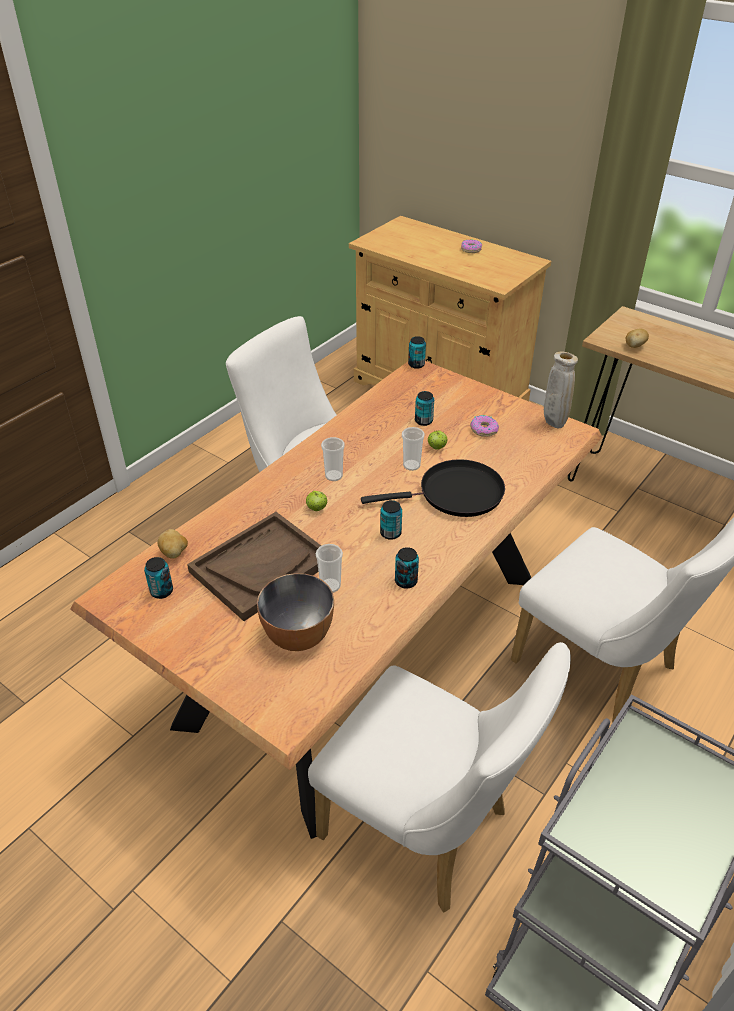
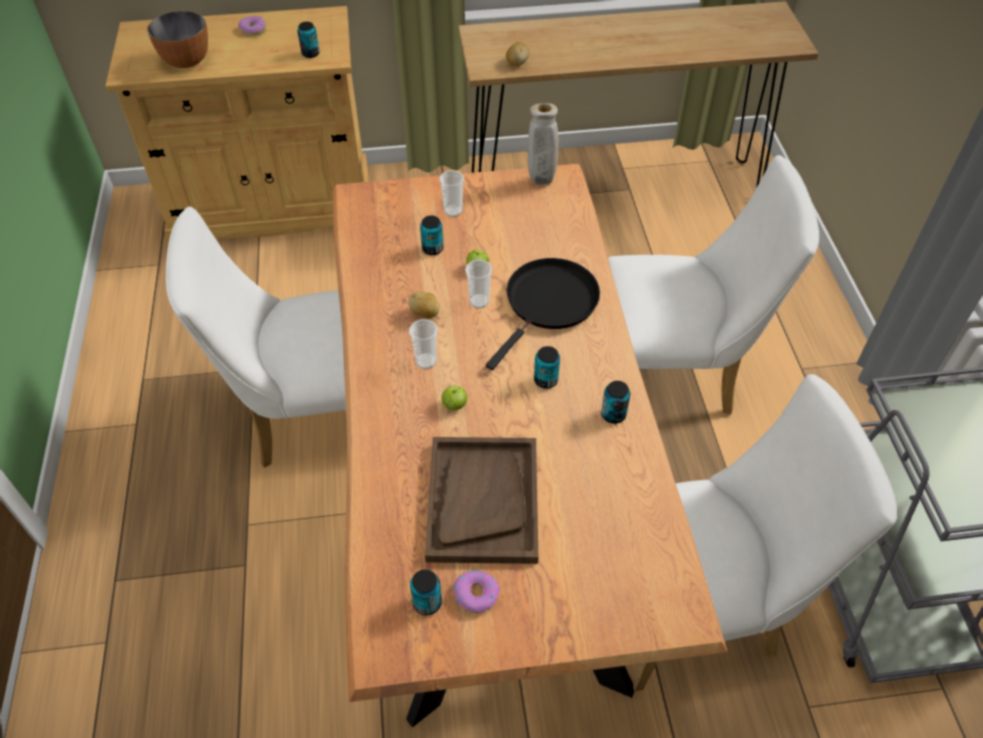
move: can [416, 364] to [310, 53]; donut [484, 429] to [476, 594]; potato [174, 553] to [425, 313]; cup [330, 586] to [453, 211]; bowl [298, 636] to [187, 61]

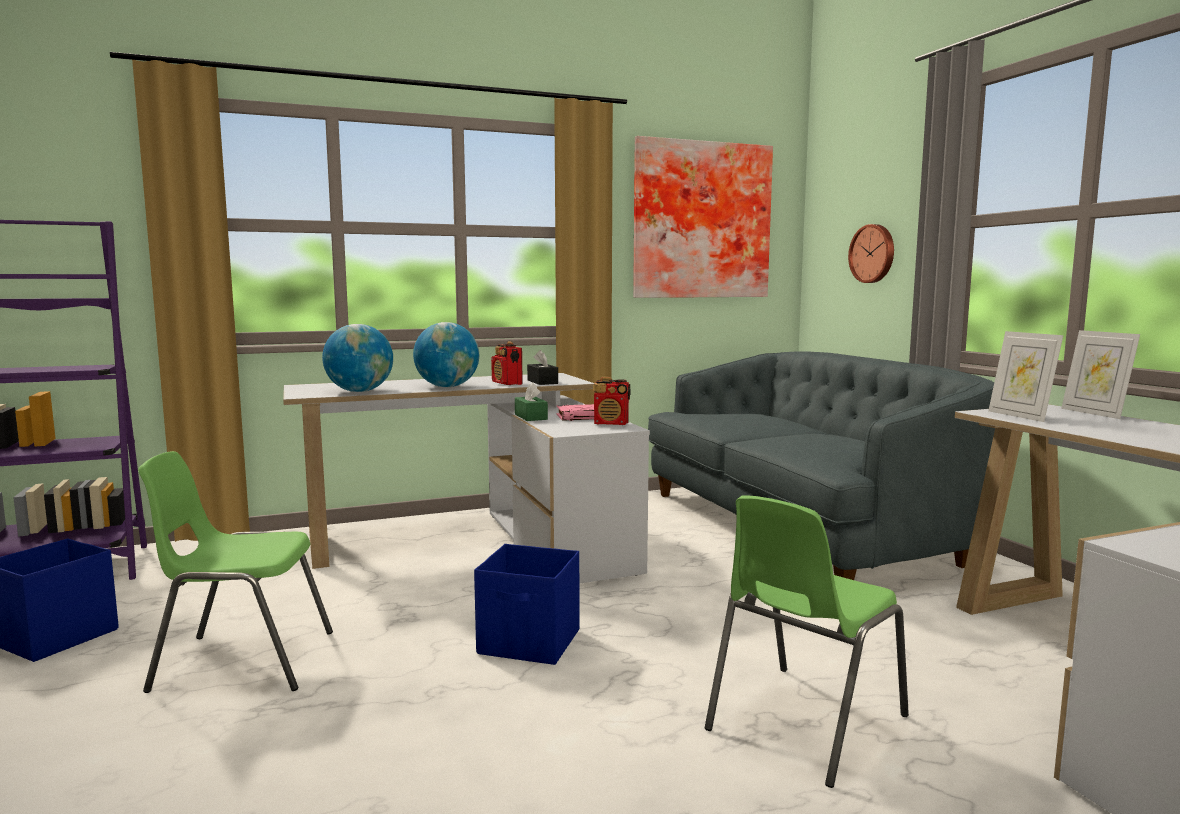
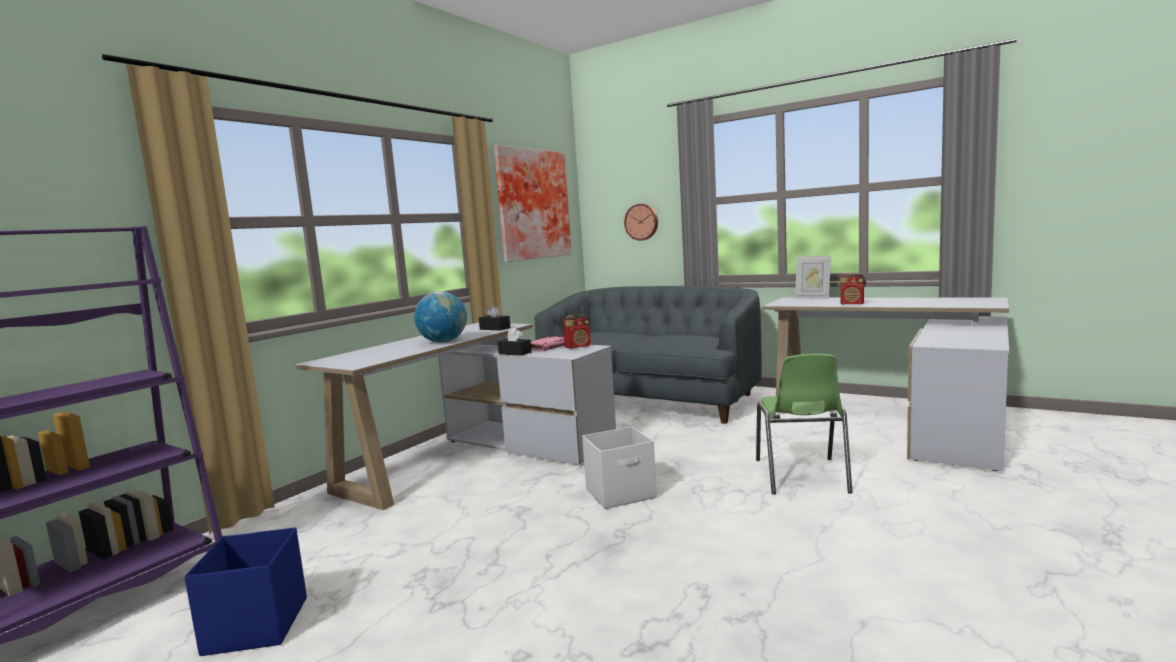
delete: globe [359, 391]; picture frame [1020, 416]; chair in green [242, 661]
move: radio [507, 383] to [852, 303]
recolor: tissue box in green [531, 417] to tissue box in black [515, 353]; storage box in blue [530, 642] to storage box in white [621, 493]

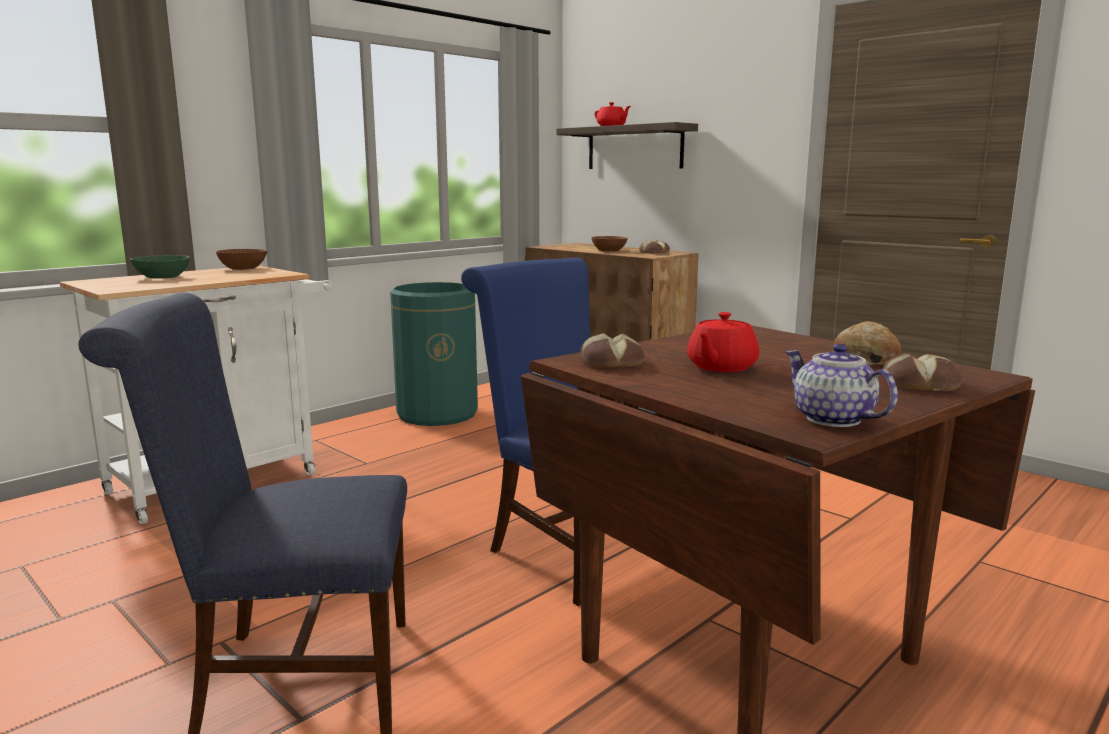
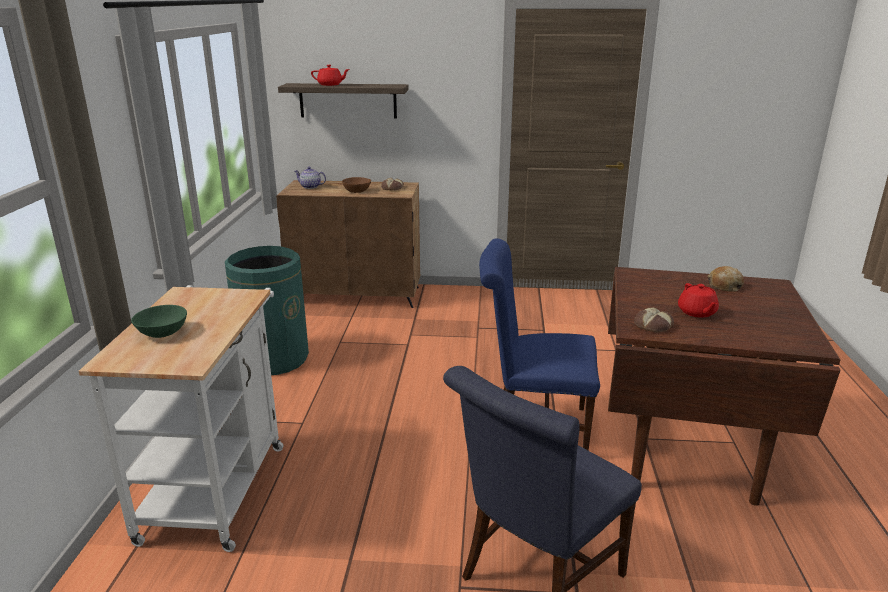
delete: bowl in brown [242, 269]; bread [919, 383]
move: teapot [833, 419] to [310, 187]

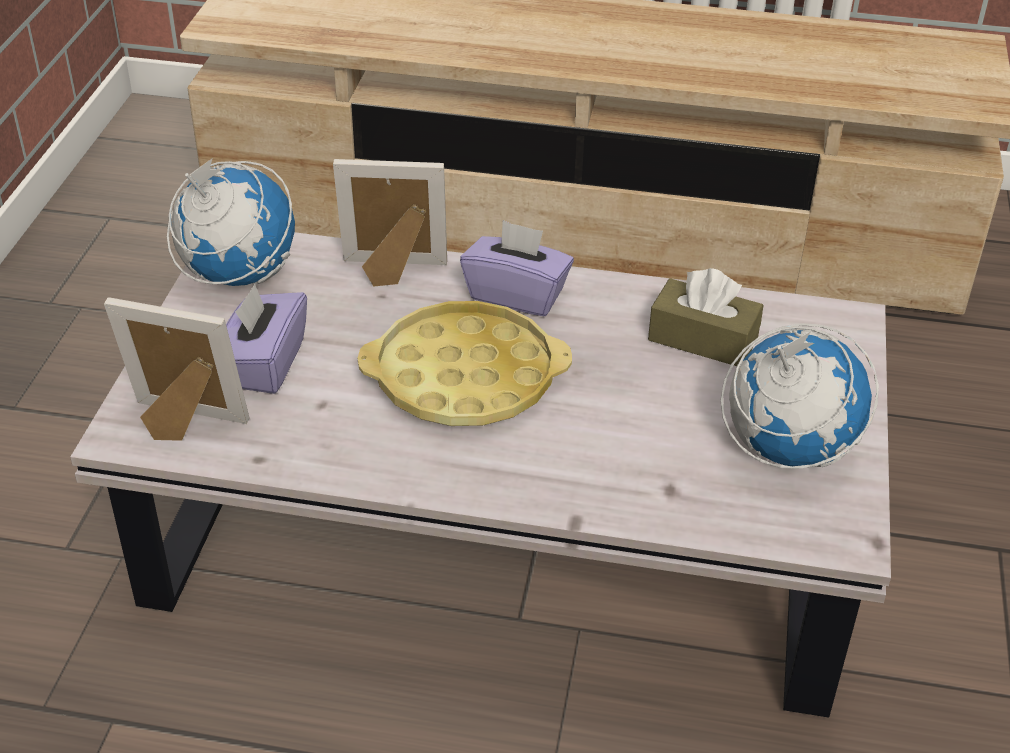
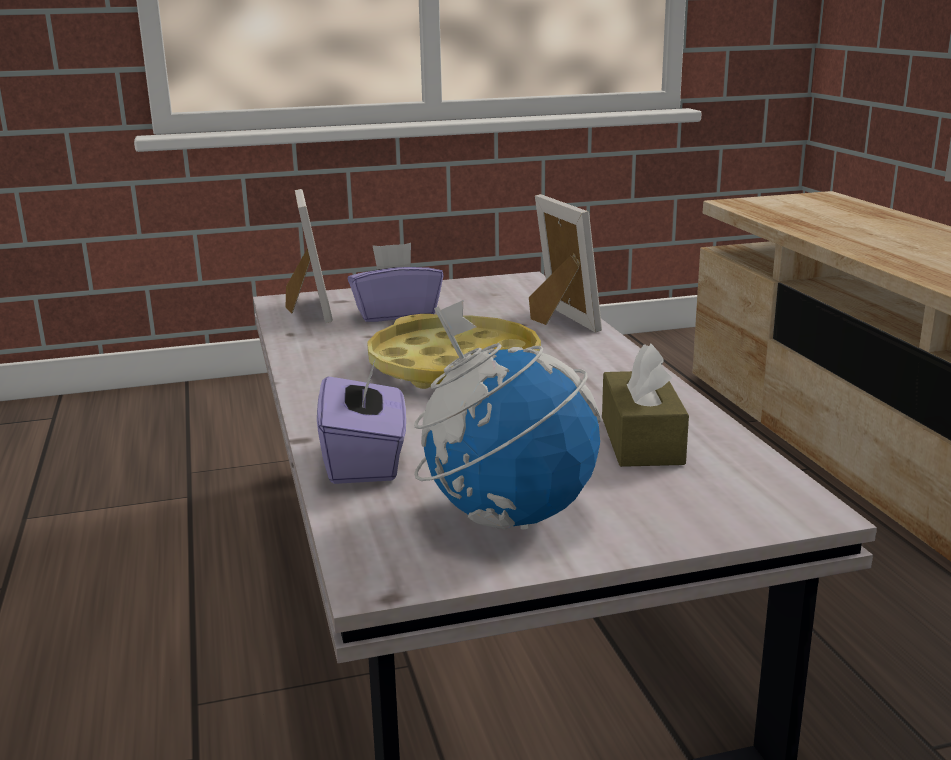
delete: globe [237, 275]
move: tissue box in purple [517, 295] to [365, 461]

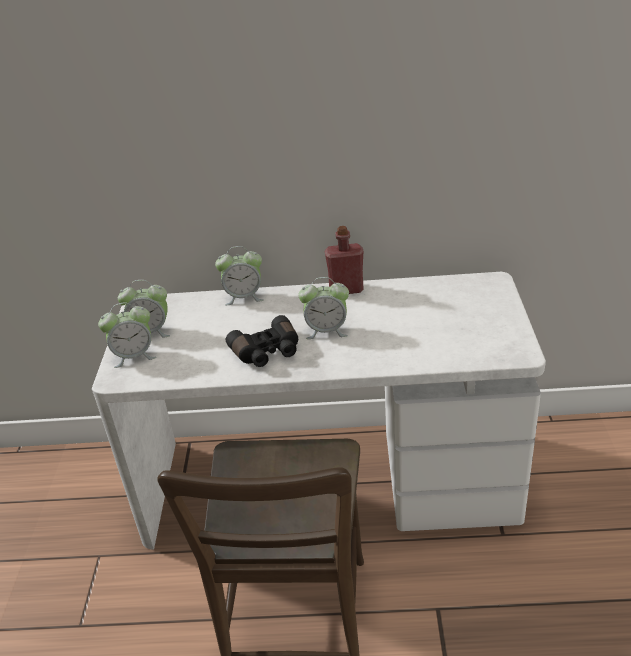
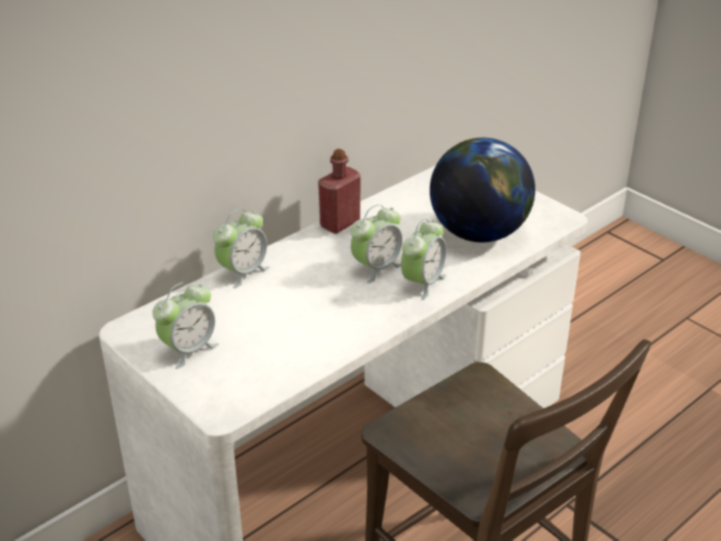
delete: binoculars in black [267, 352]
insert: globe [478, 233]
move: alarm clock [134, 356] to [422, 283]

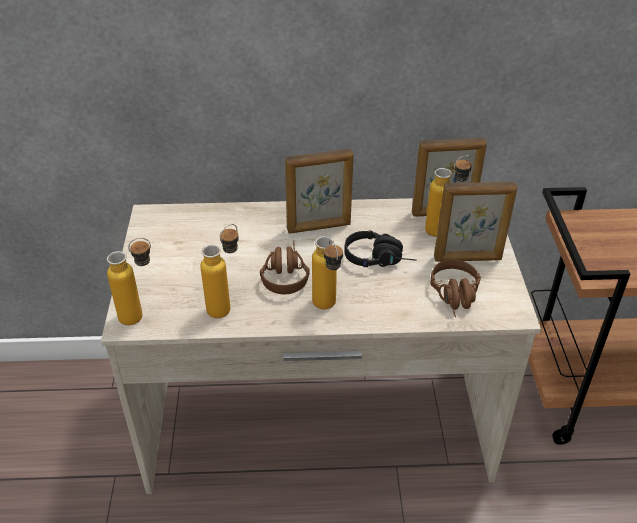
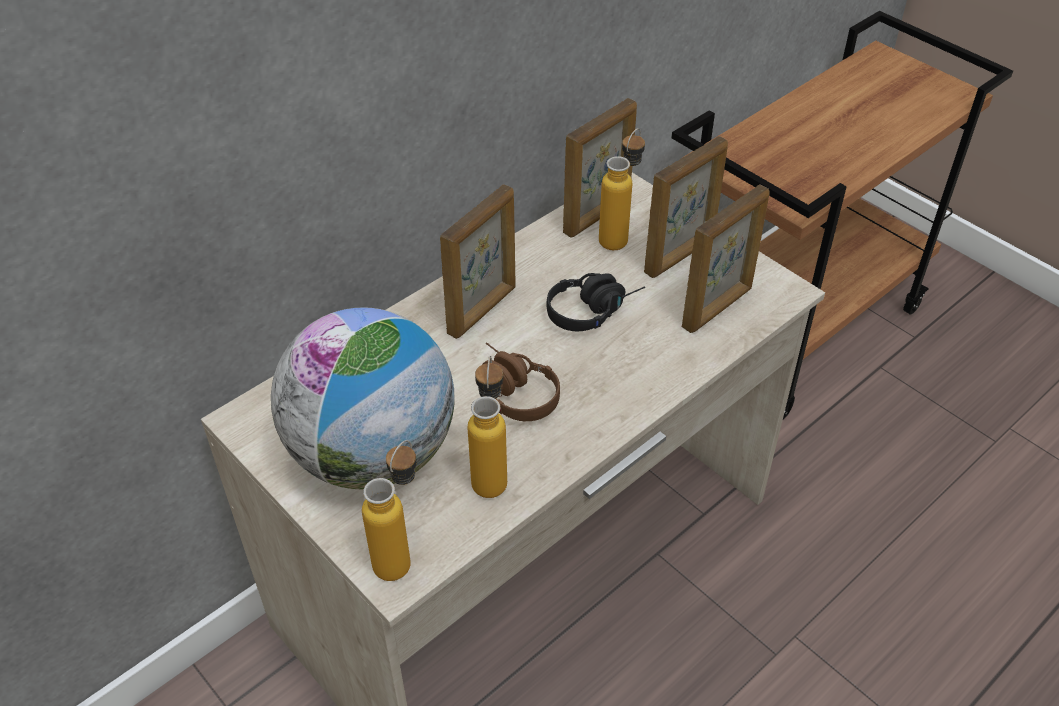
delete: bottle [327, 309]
insert: globe [373, 454]
replace: headphones in brown [456, 298] to picture frame [718, 308]

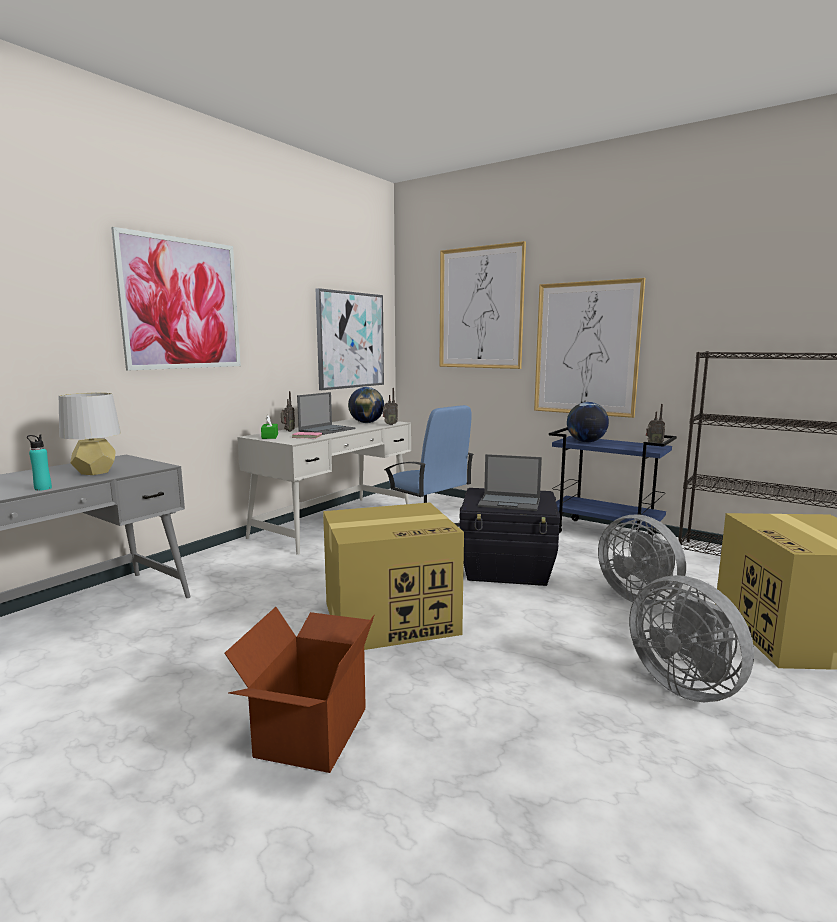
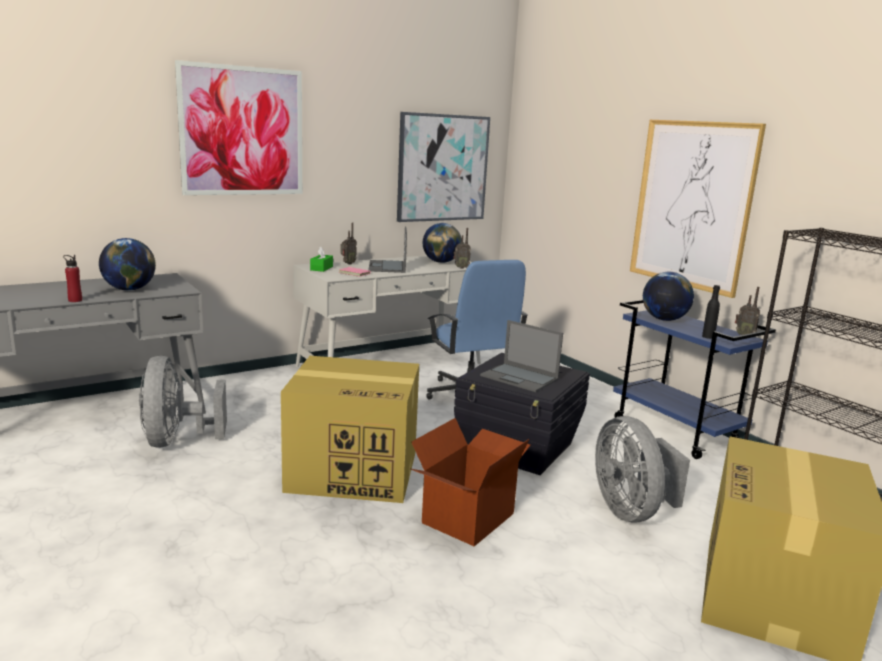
delete: picture [480, 308]
insert: bottle in black [708, 337]
move: fan in grey [686, 685] to [176, 440]; cardboard box [310, 731] to [467, 517]
replace: table lamp in grey [95, 472] to globe [129, 289]
recolor: bottle in turquoise [43, 488] to bottle in red [75, 300]
rotate: laptop [327, 430] = [387, 267] 120 degrees clockwise

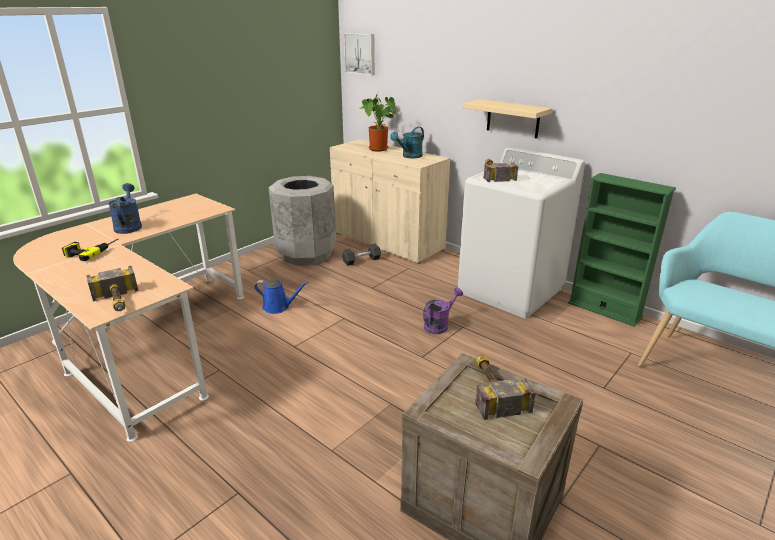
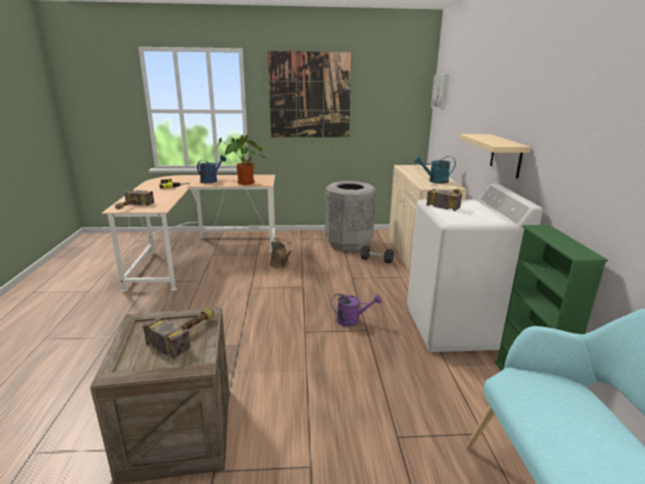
insert: picture [310, 95]
move: potted plant [379, 149] to [245, 183]
recolor: watering can in blue [278, 307] to watering can in brown [280, 264]

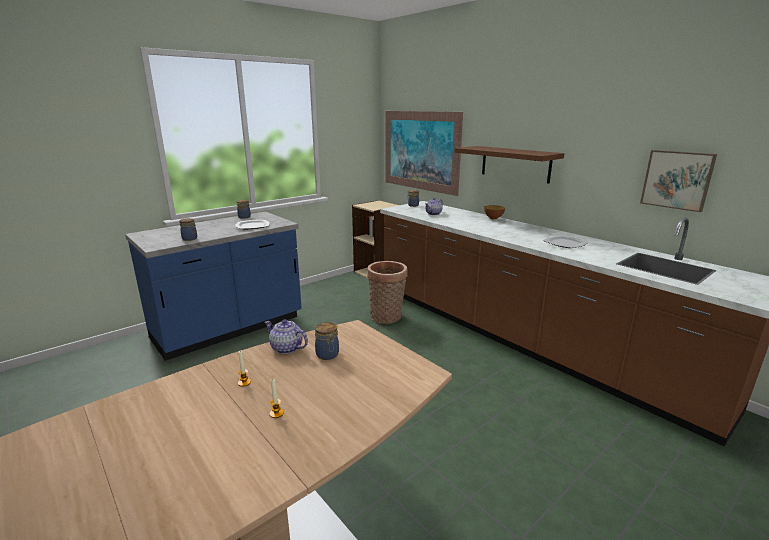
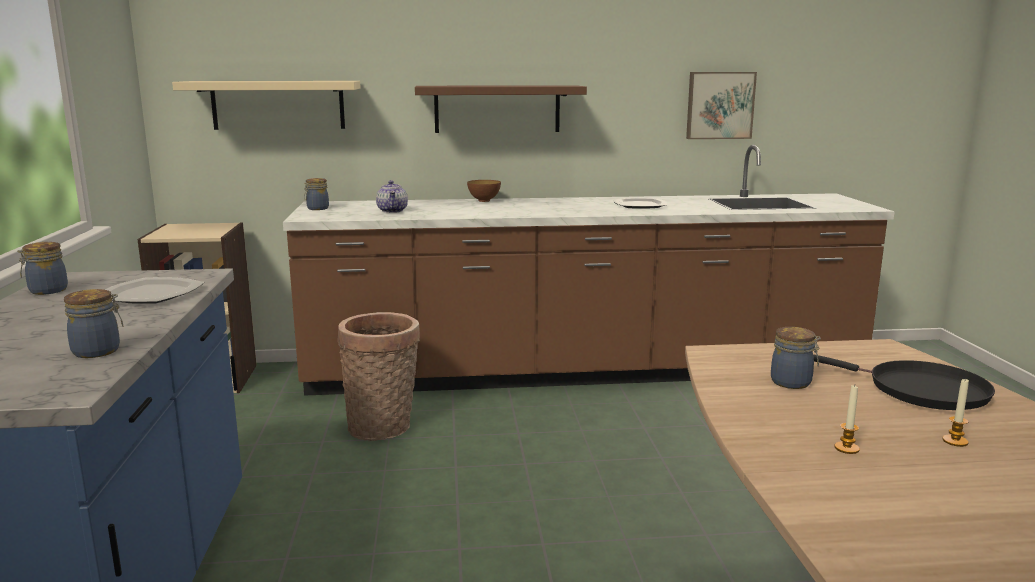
delete: teapot [286, 348]
insert: frying pan in black [919, 390]
replace: picture [420, 151] to shelf in beige [278, 105]

